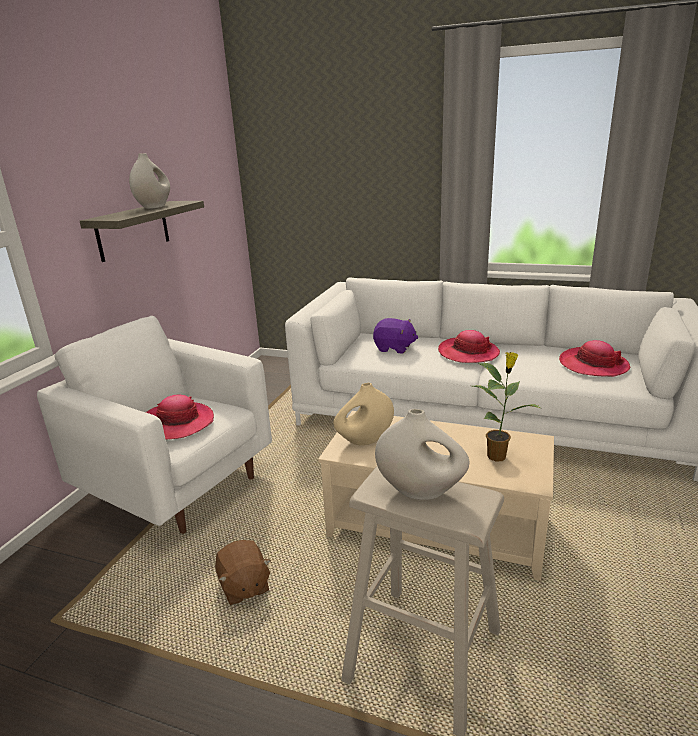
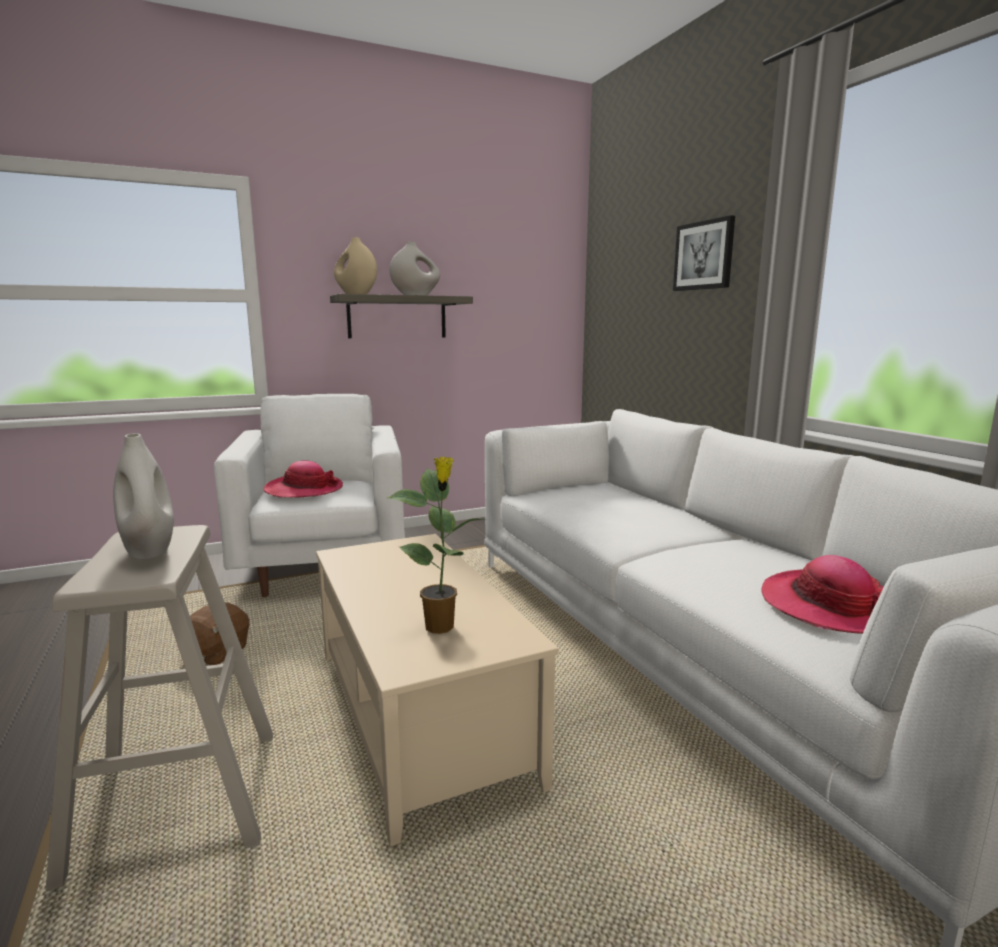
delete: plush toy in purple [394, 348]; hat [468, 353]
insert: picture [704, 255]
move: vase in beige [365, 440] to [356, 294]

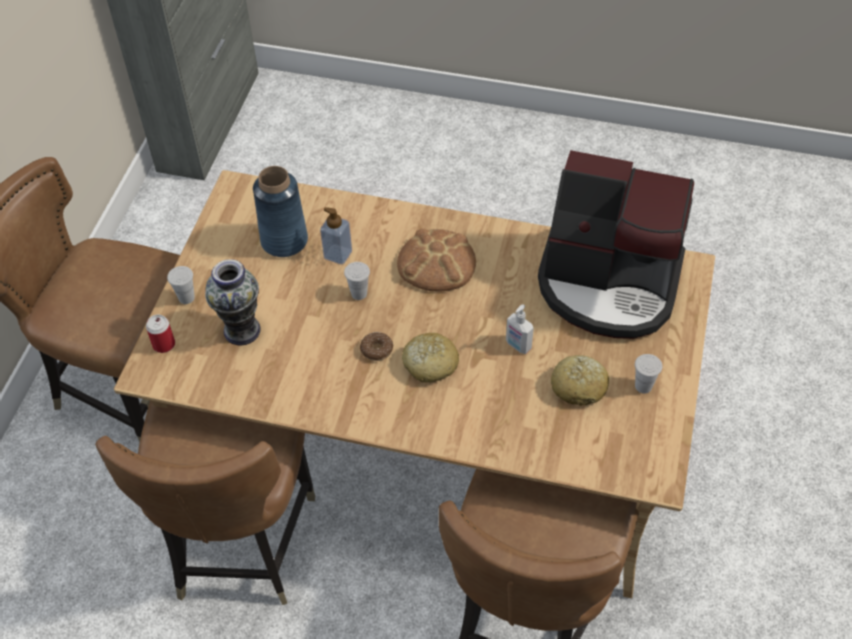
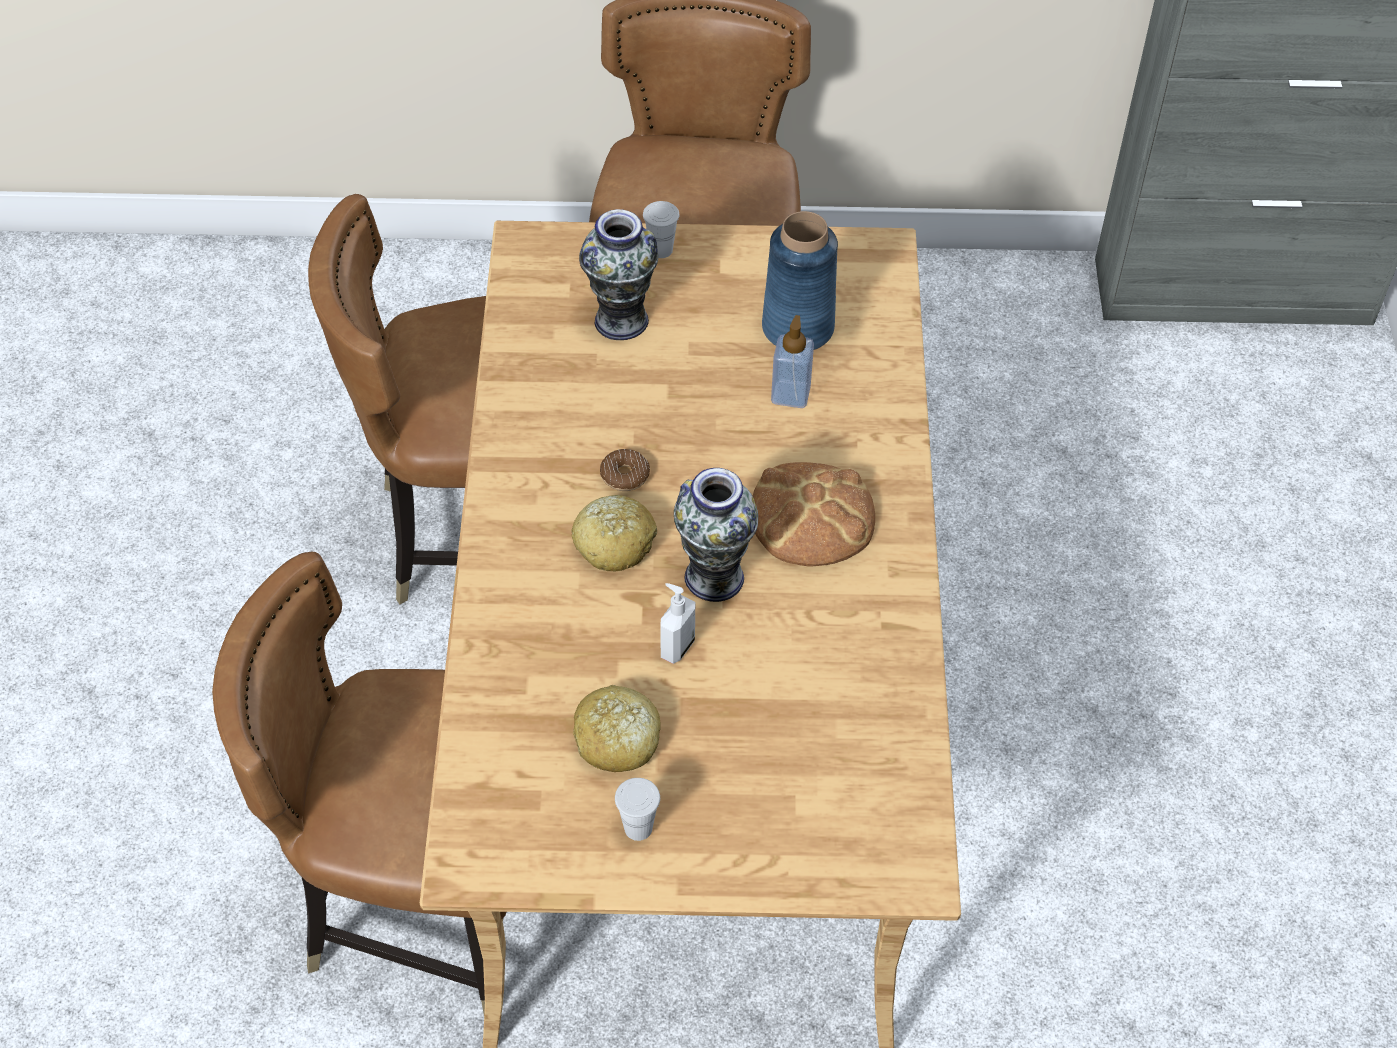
delete: coffee machine [609, 284]; cup in white [359, 293]; can [164, 344]
insert: vase [713, 578]

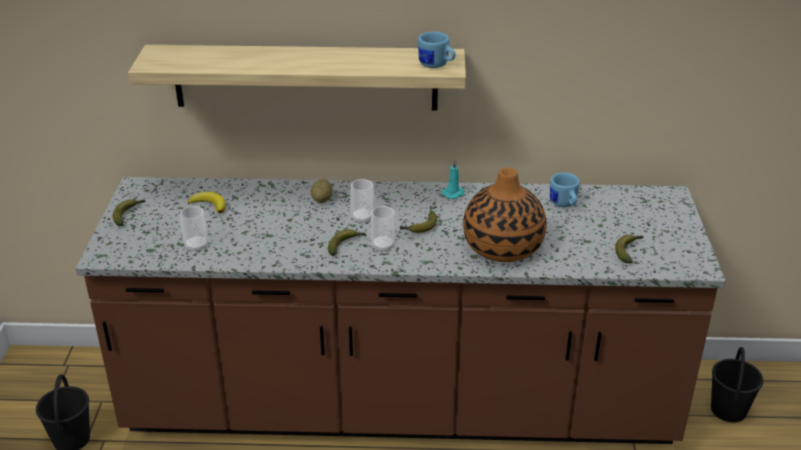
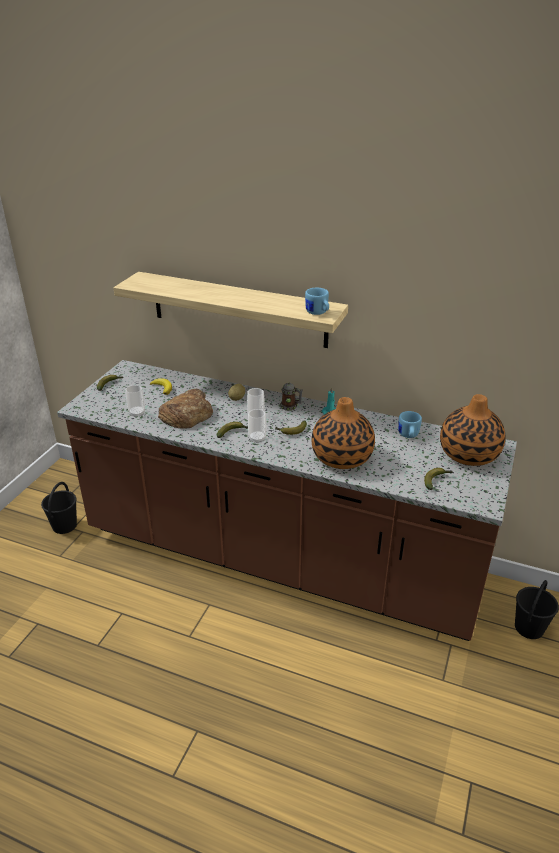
insert: mug [291, 407]; bread [186, 414]; vase [468, 454]

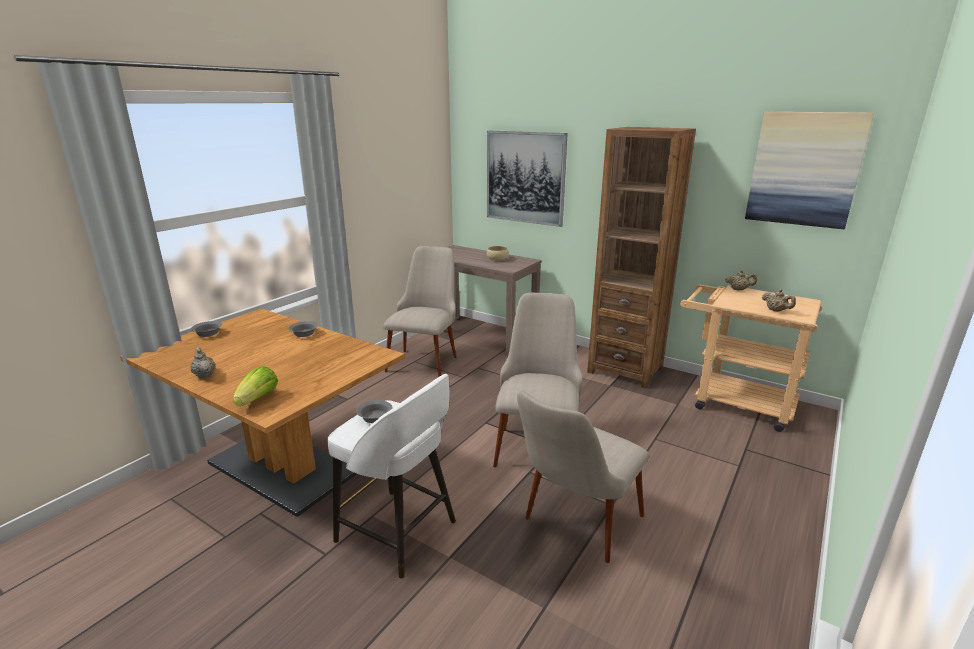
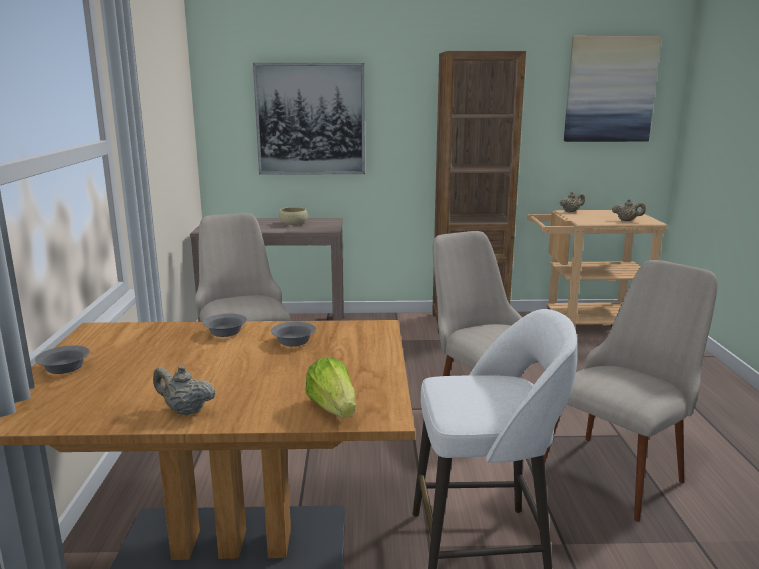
move: bowl in grey [375, 418] to [294, 341]
rotate: chair in beige [574, 528] = [622, 466] 135 degrees counterclockwise

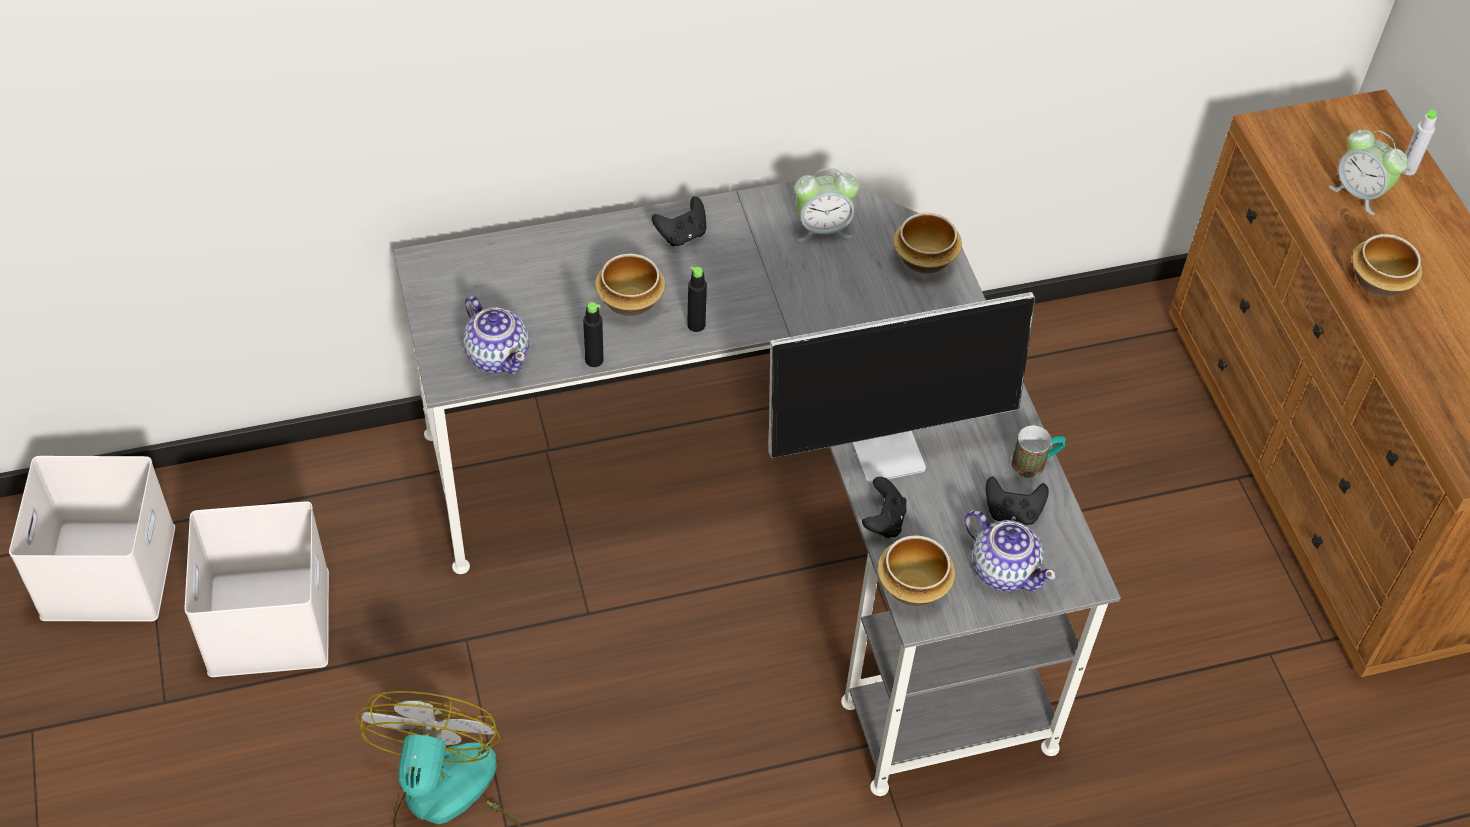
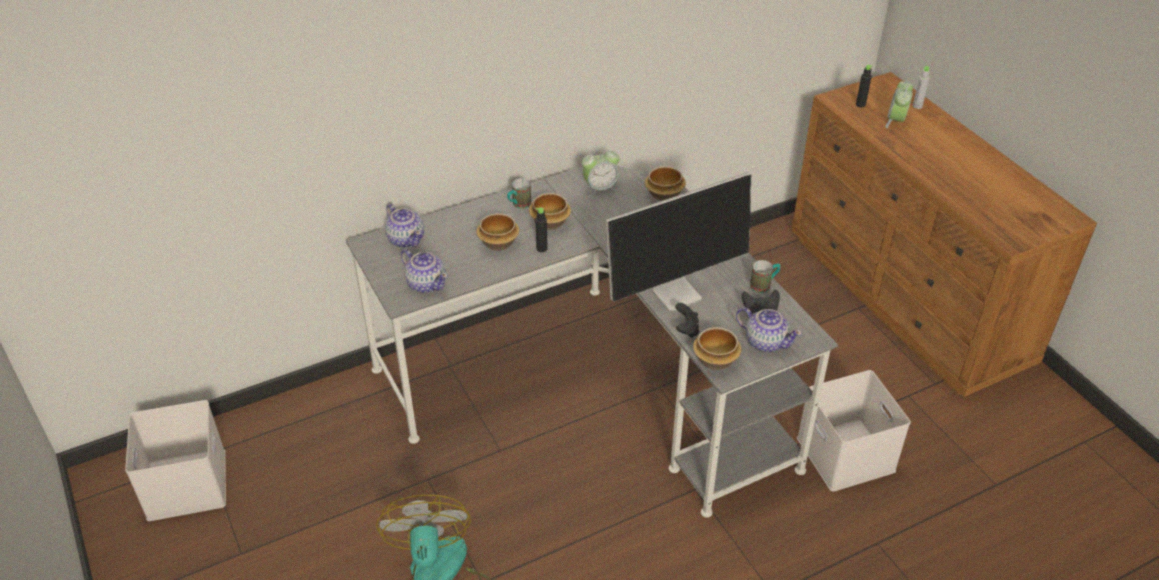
insert: teapot [406, 239]
move: bowl [1378, 281] to [549, 222]; bottle in black [594, 360] to [860, 104]; storage box in white [266, 619] to [843, 453]
replace: game controller in black [682, 235] to mug [518, 205]
rotate: alarm clock [1359, 193] = [896, 121] 75 degrees clockwise

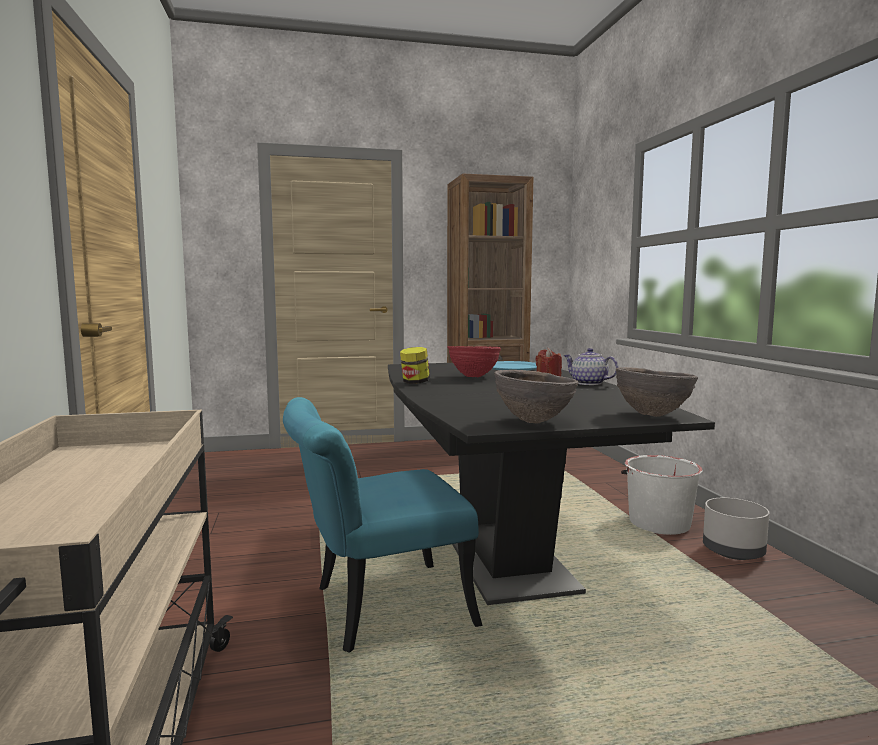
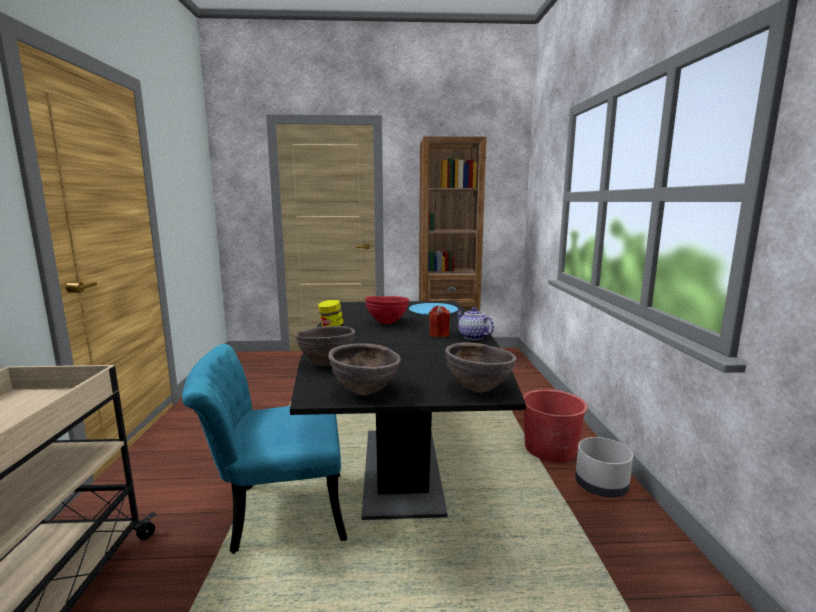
insert: bowl in brown [326, 364]
recolor: bucket in white [658, 523] to bucket in red [550, 448]

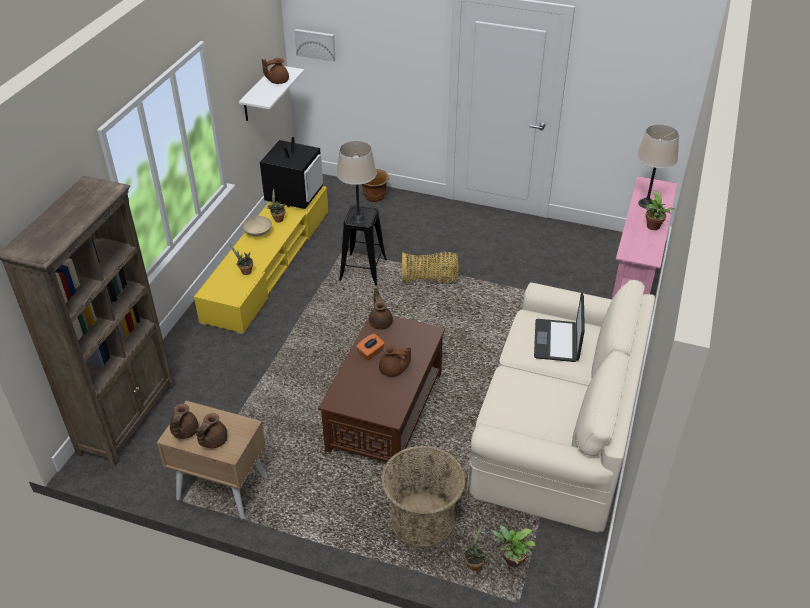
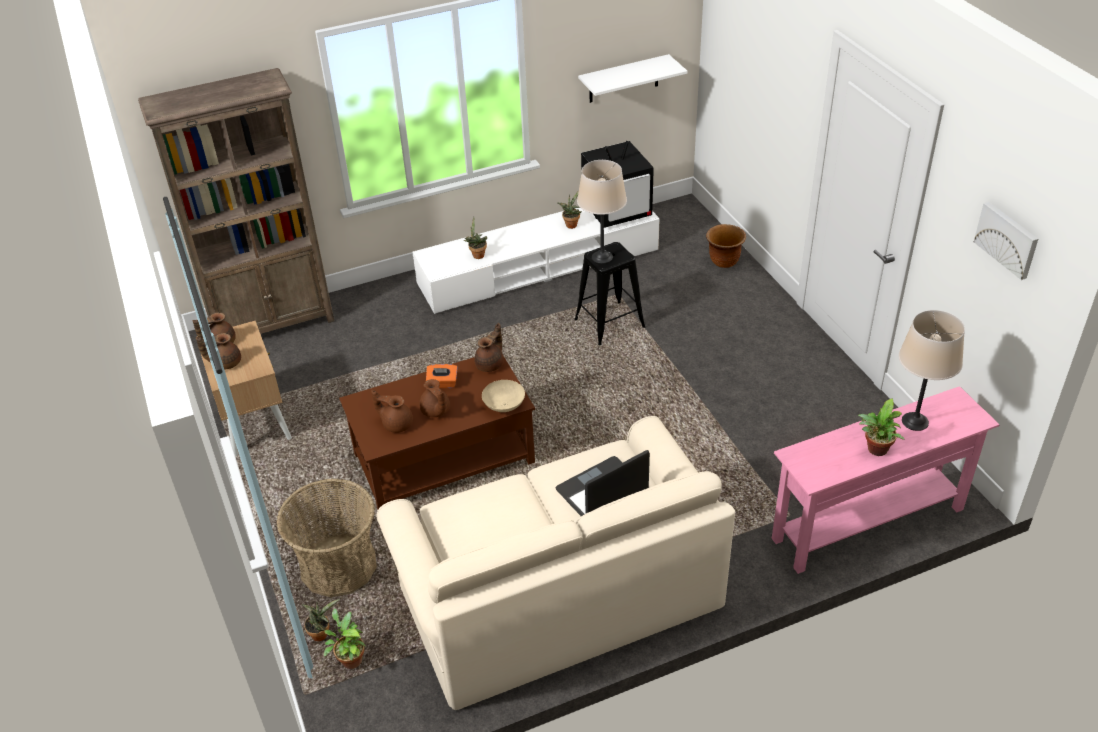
delete: basket [430, 279]
move: picture [315, 44] to [1007, 239]; teapot in brown [277, 81] to [396, 423]; bowl in beige [257, 233] to [504, 405]
recolor: tv stand in yellow [269, 264] to tv stand in white [539, 267]

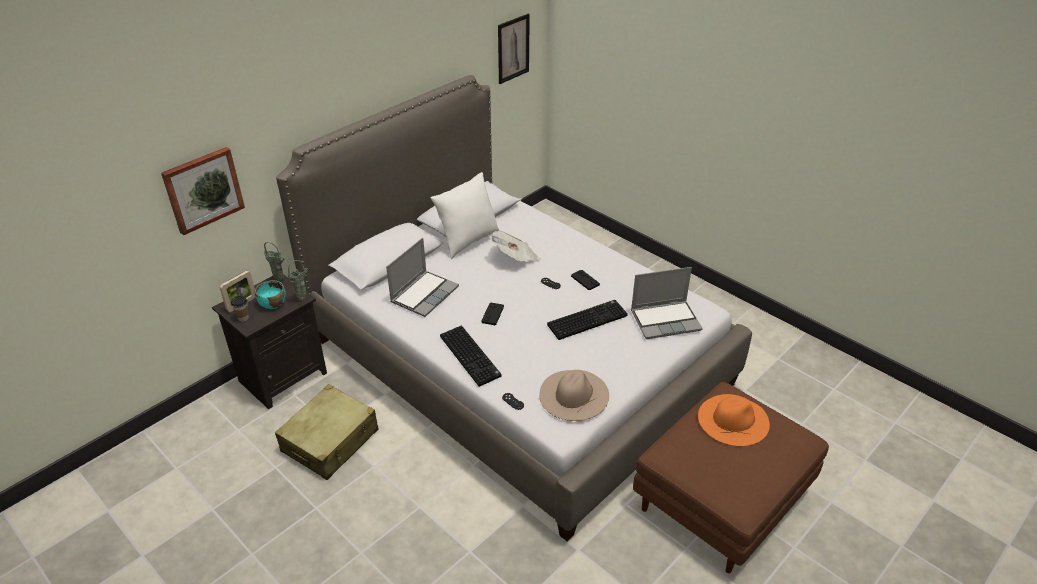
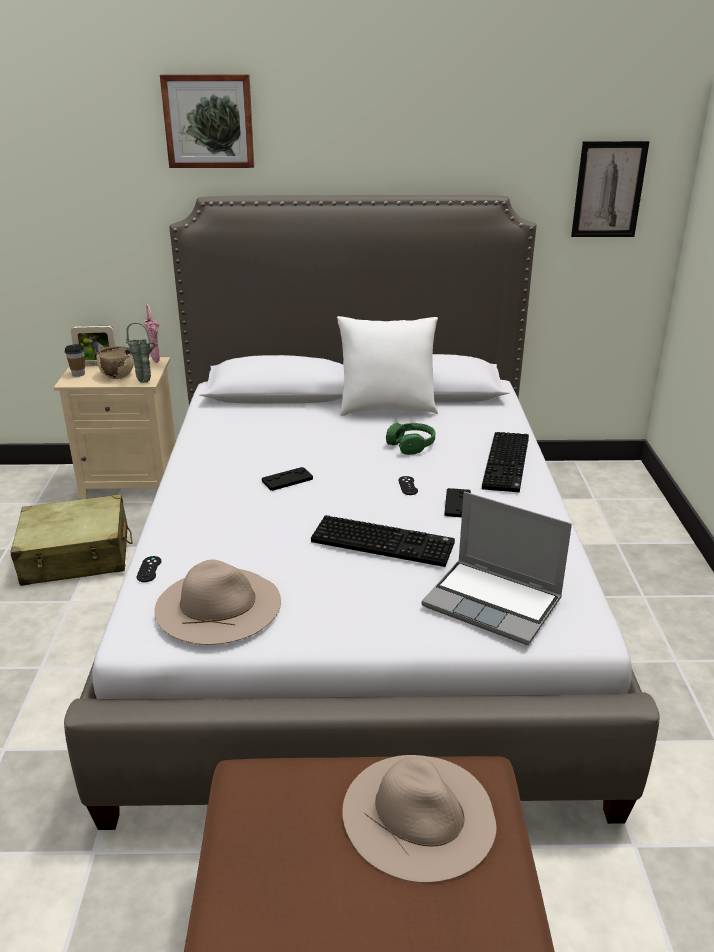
delete: laptop [424, 294]
move: picture [203, 189] to [209, 121]; keyboard [471, 356] to [508, 463]
replace: newspaper [515, 258] to headphones in green [411, 445]
recolor: vase in green [280, 281] to vase in pink [156, 362]; nightstand in black [283, 376] to nightstand in beige [133, 483]; bowl in turquoise [272, 304] to bowl in beige [117, 375]; hat in orange [733, 419] to hat in beige [419, 814]

